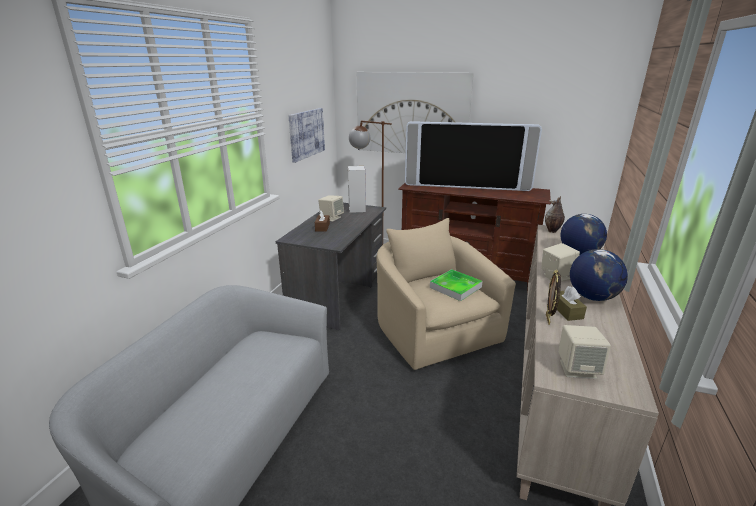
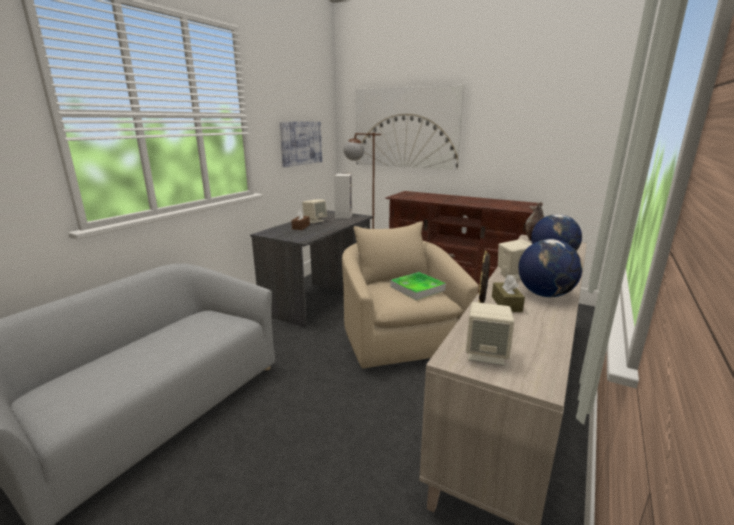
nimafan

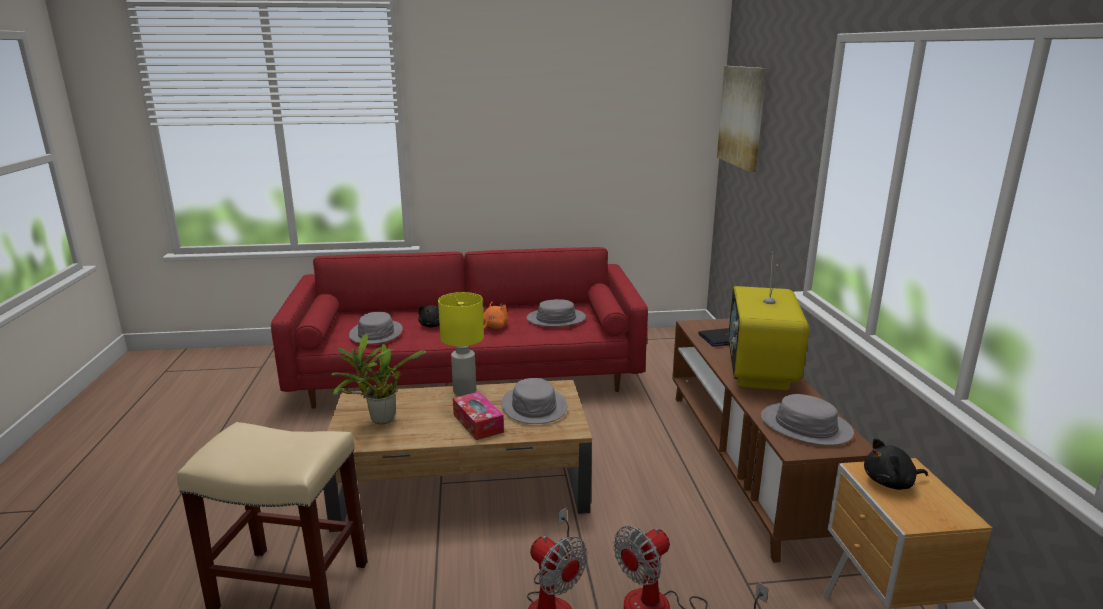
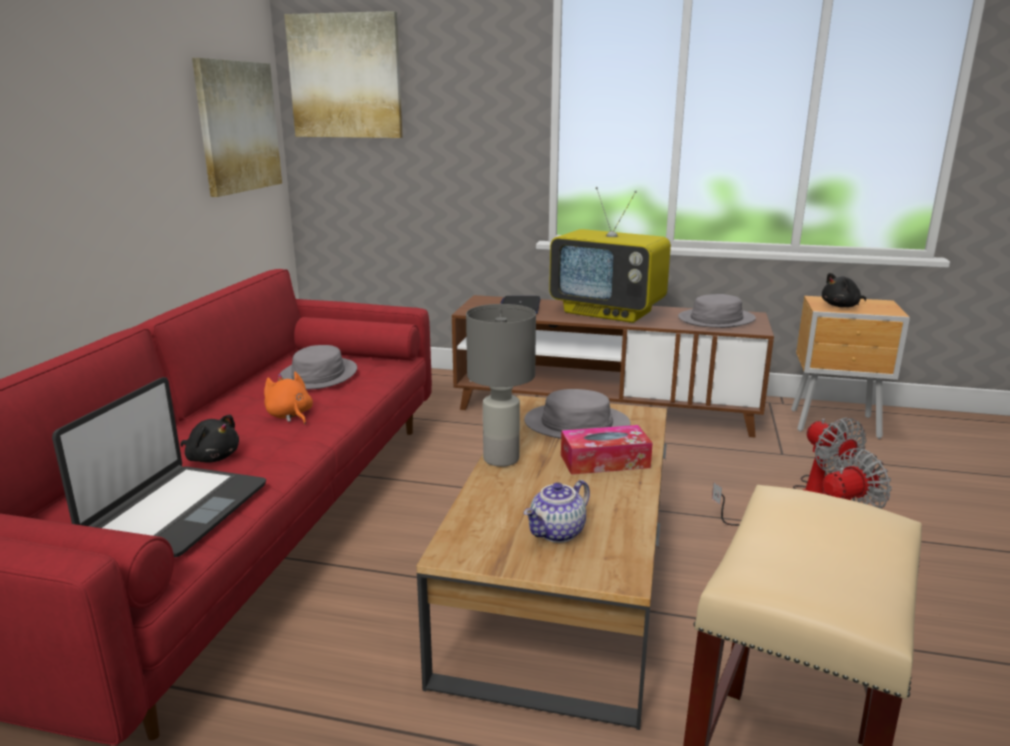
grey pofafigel; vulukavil (no. 1 from left); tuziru; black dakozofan (no. 2 from left); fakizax (no. 1 from left)

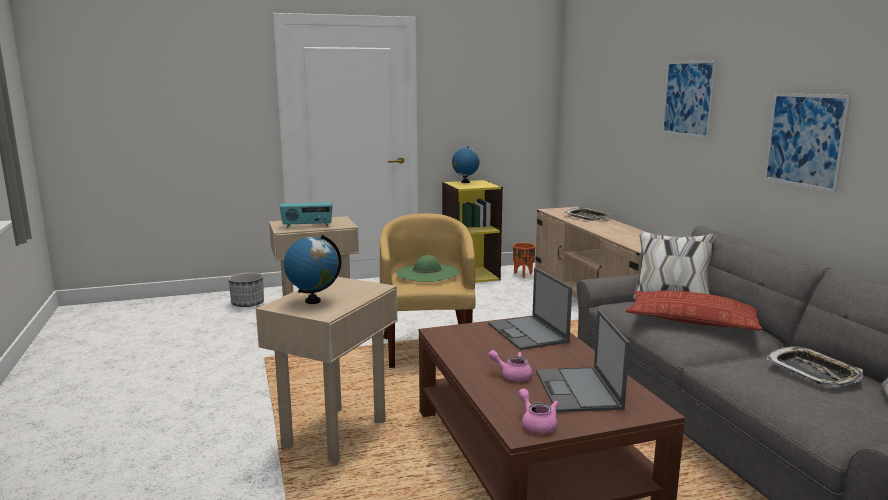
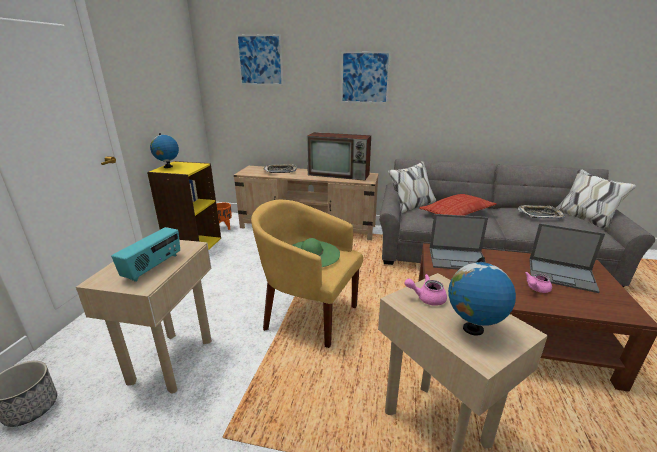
fakizax (no. 1 from left); pink tuziru (no. 1 from left); nimafan

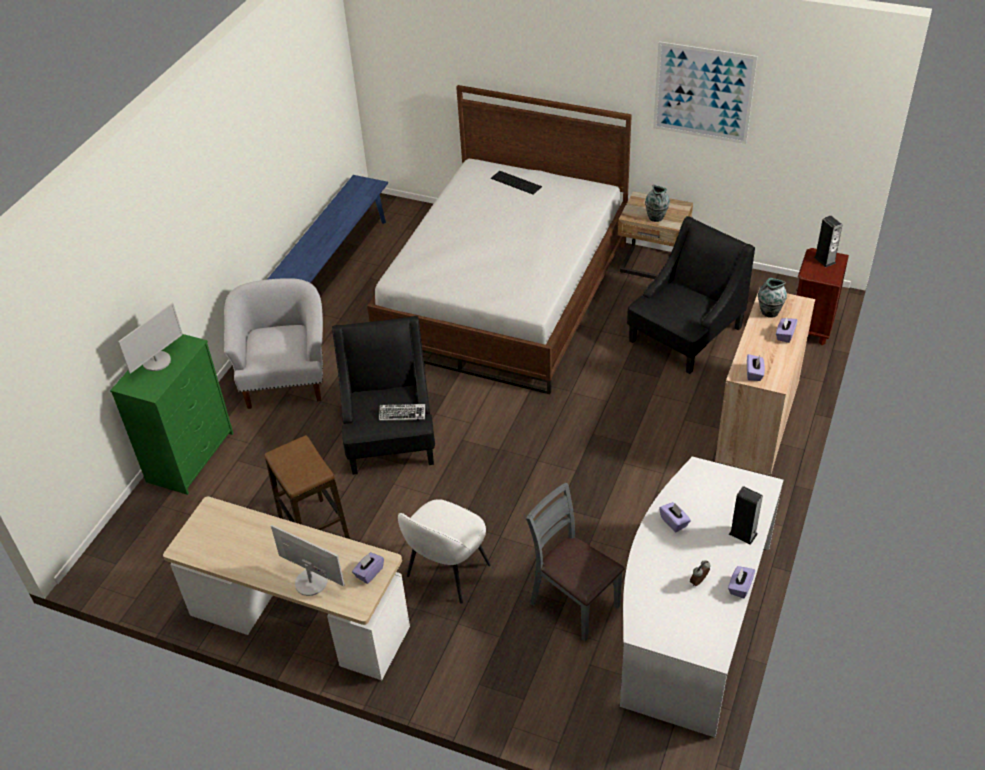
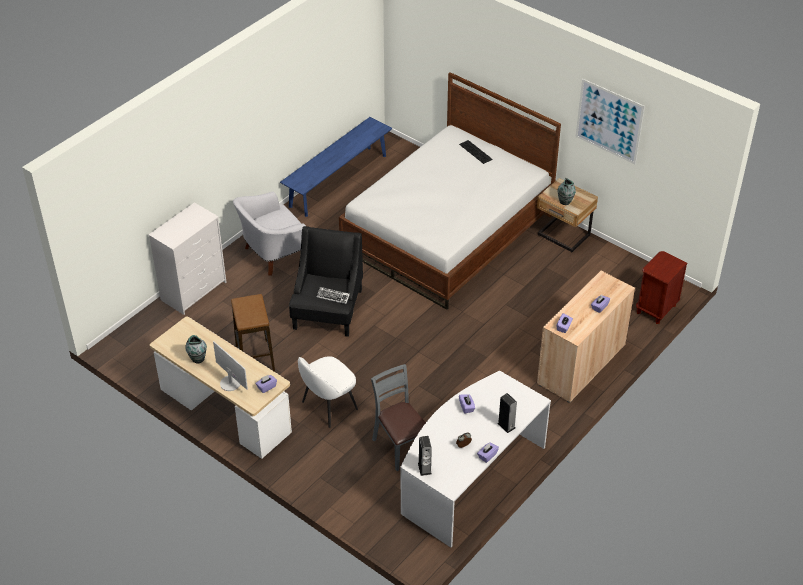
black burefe (no. 2 from left in the first image); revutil (no. 1 from left); white burefe; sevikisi (no. 1 from left); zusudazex (no. 1 from left in the first image); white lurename

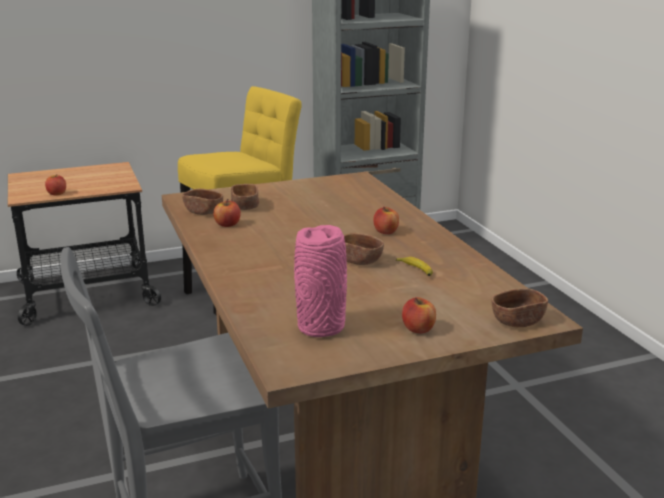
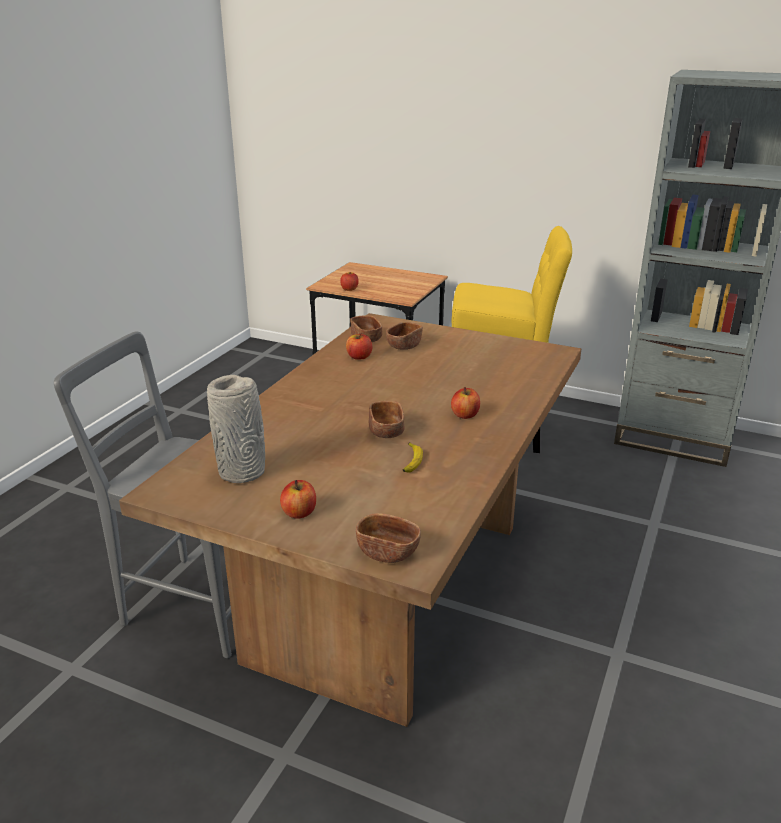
grey sevikisi

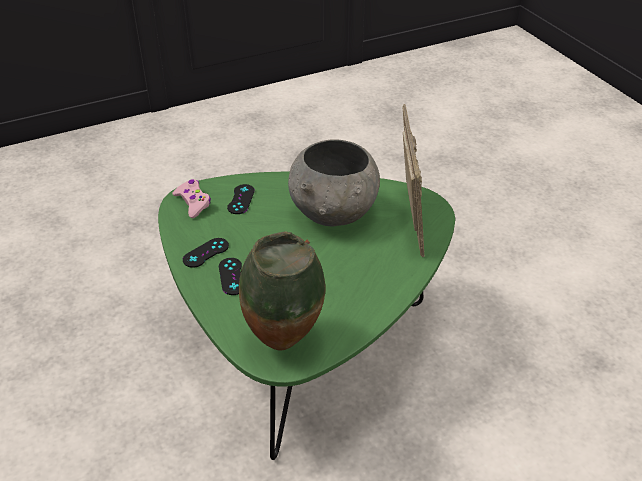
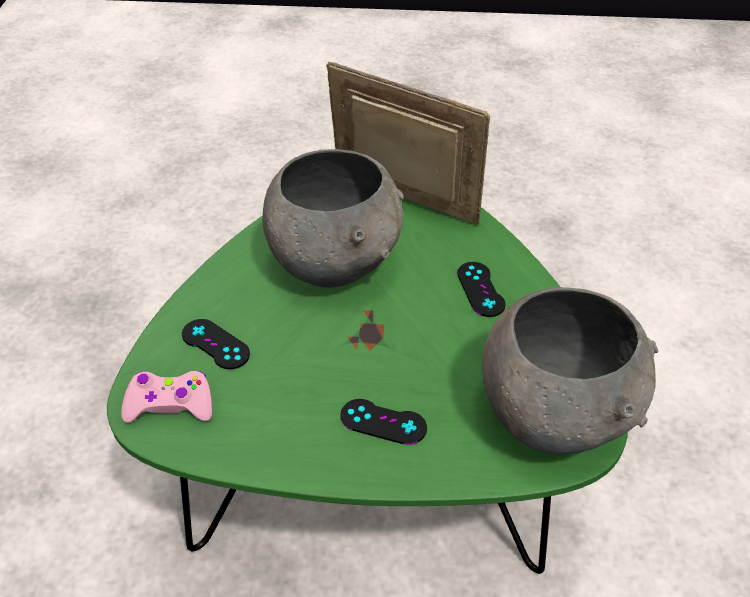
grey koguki (no. 2 from left); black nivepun (no. 3 from left)

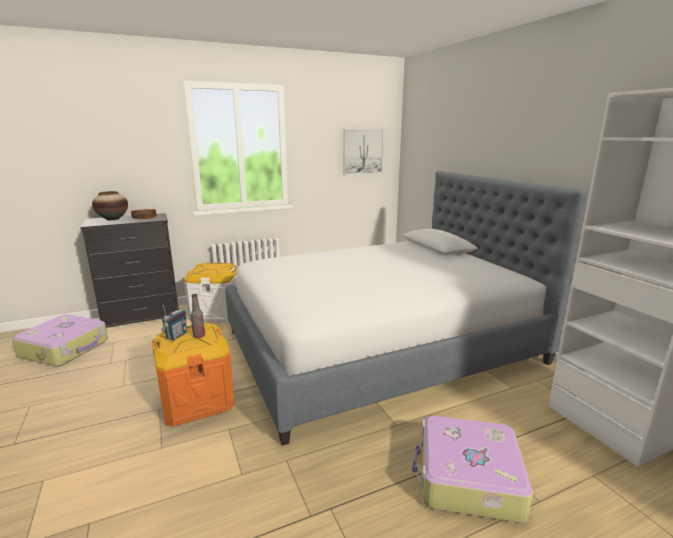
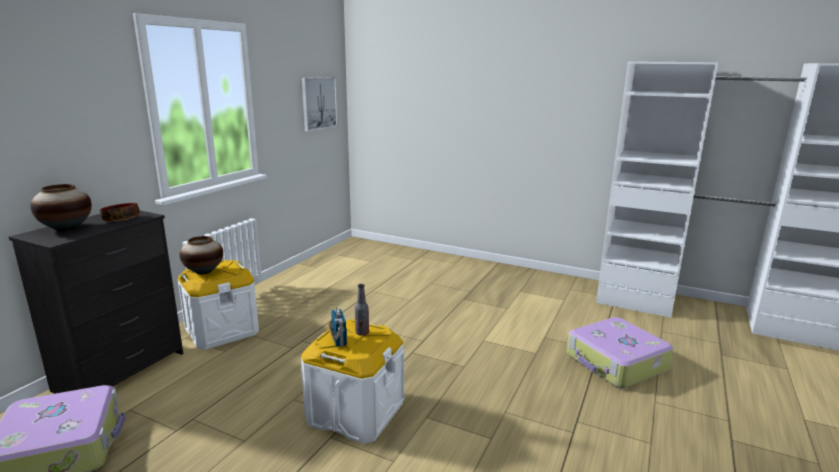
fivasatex; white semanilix (no. 2 from left); sevikisi (no. 2 from left)

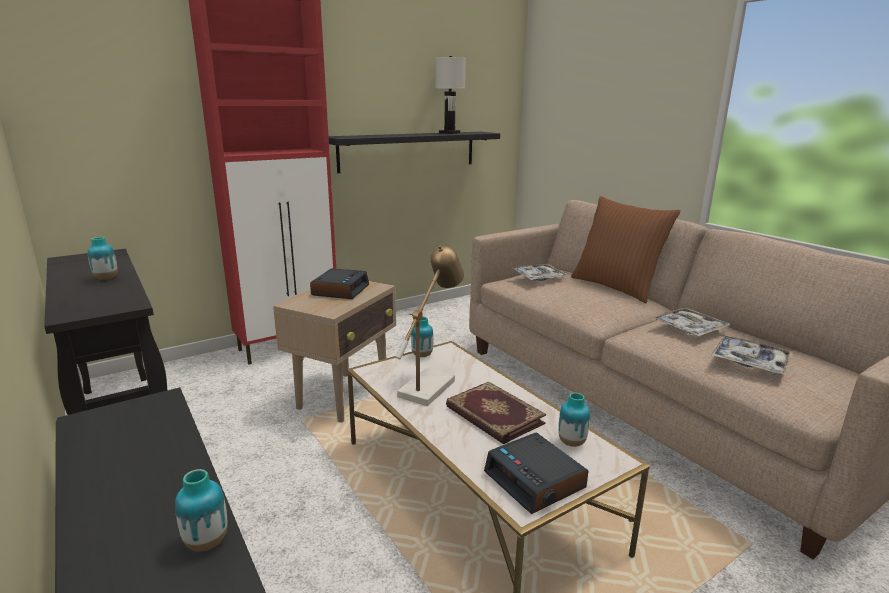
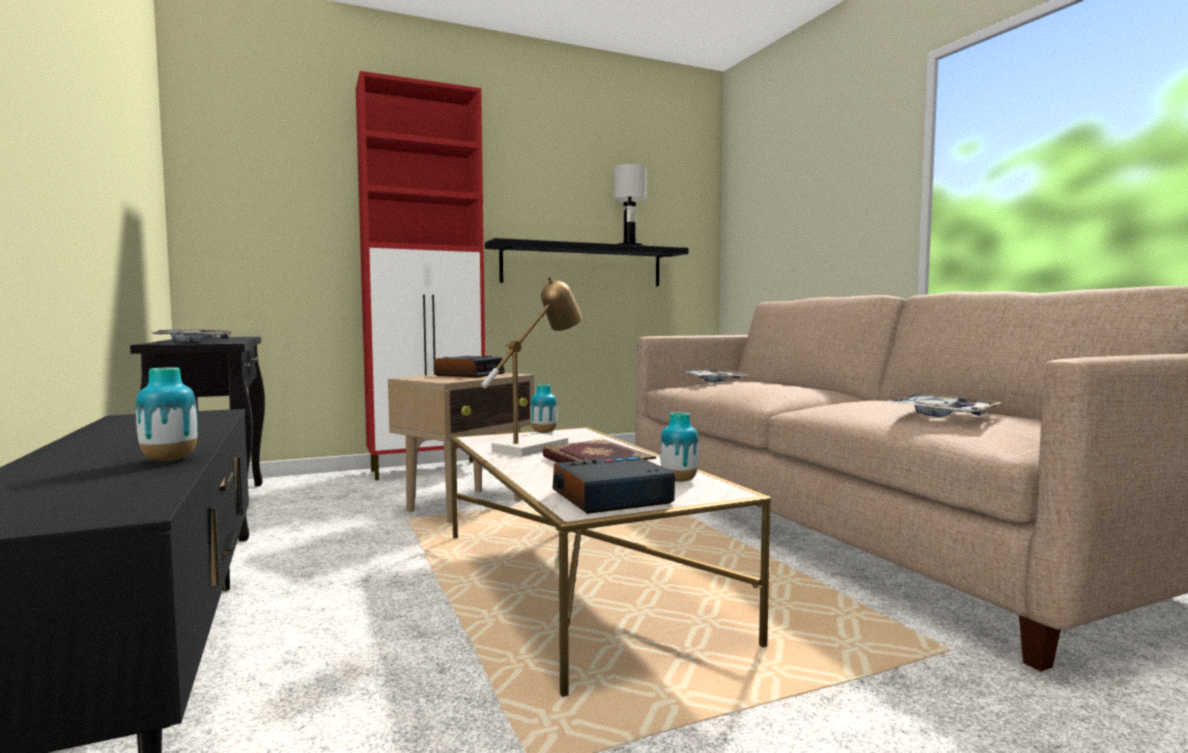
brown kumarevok; sevikisi (no. 1 from left in the first image); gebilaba (no. 1 from left); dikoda (no. 2 from left)

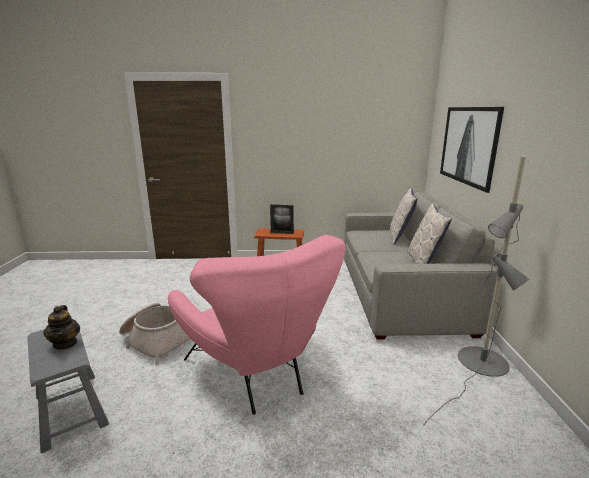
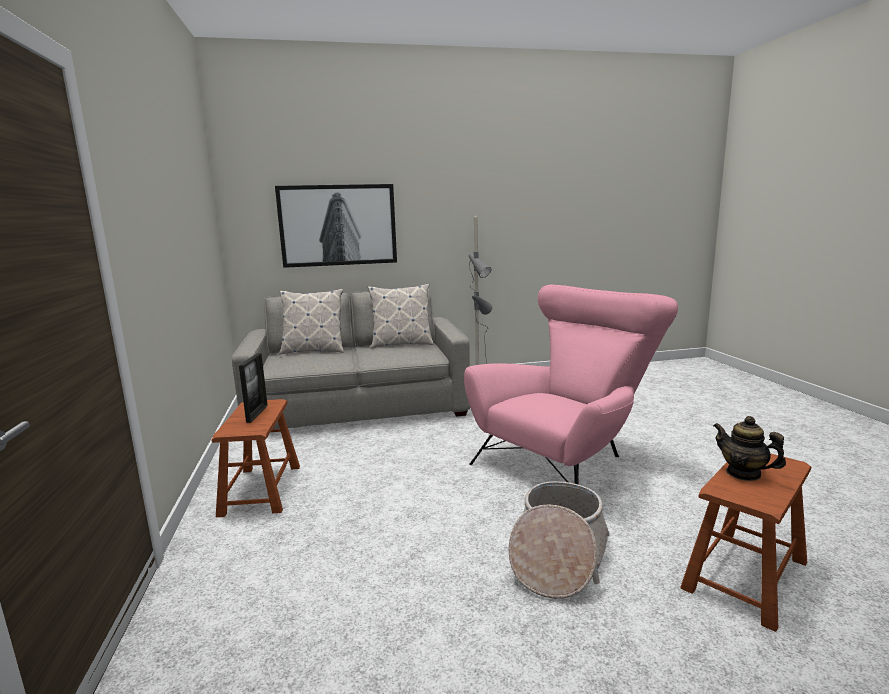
tuziru; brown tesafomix (no. 2 from left)

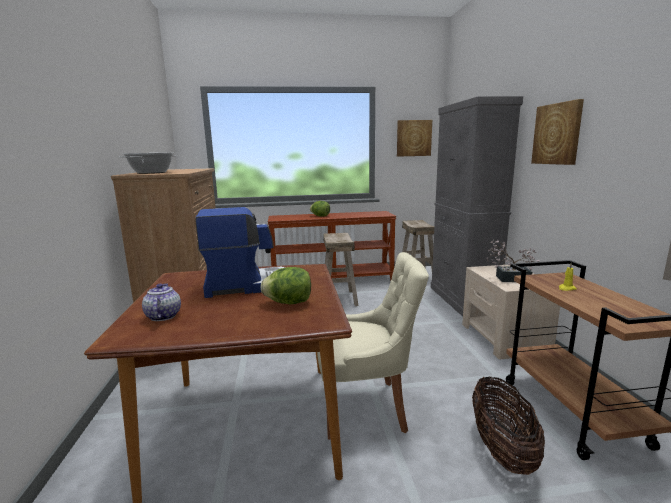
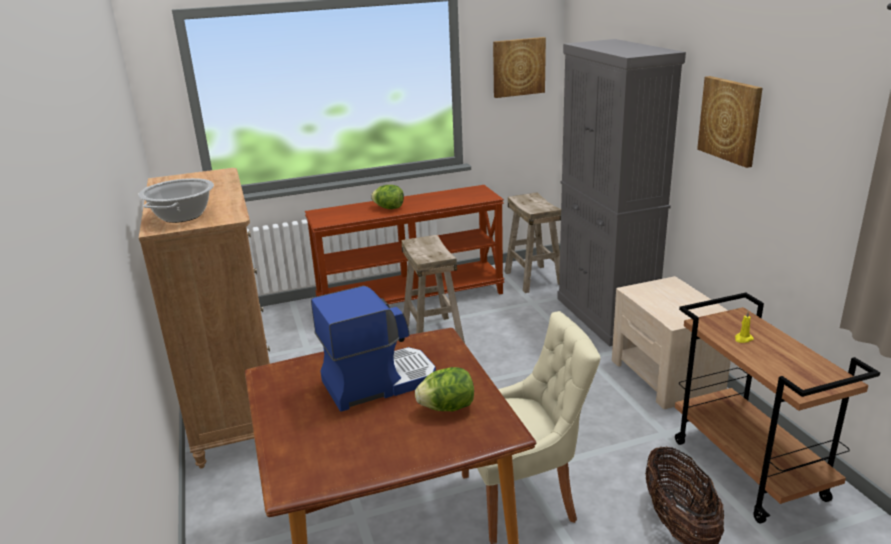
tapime; tuziru

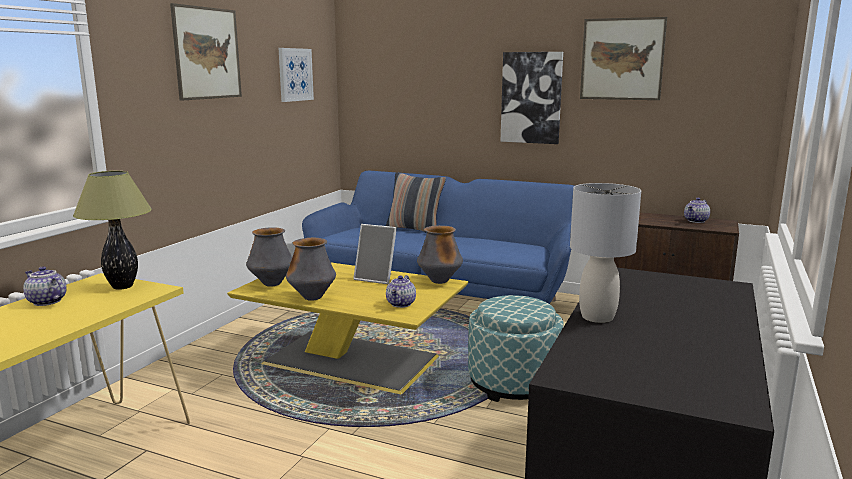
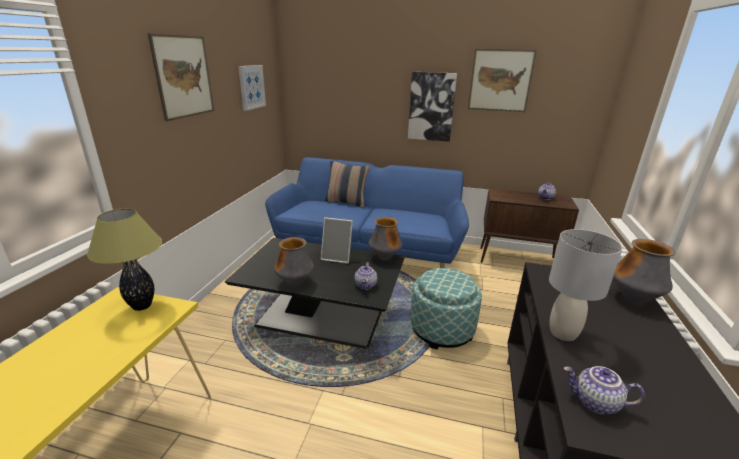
sevikisi (no. 3 from left); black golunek; tuziru (no. 3 from left)

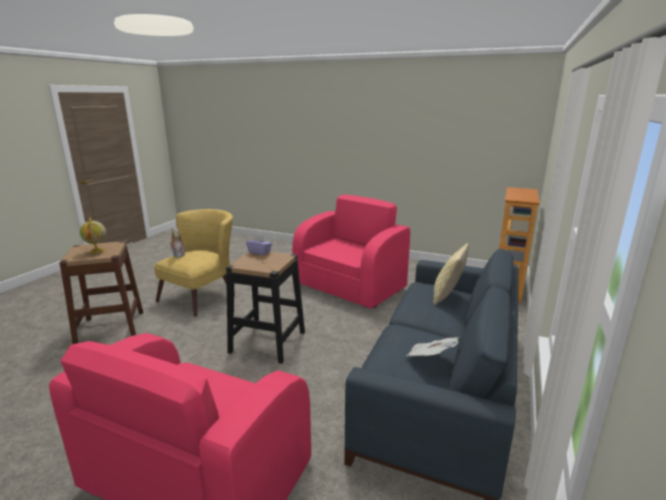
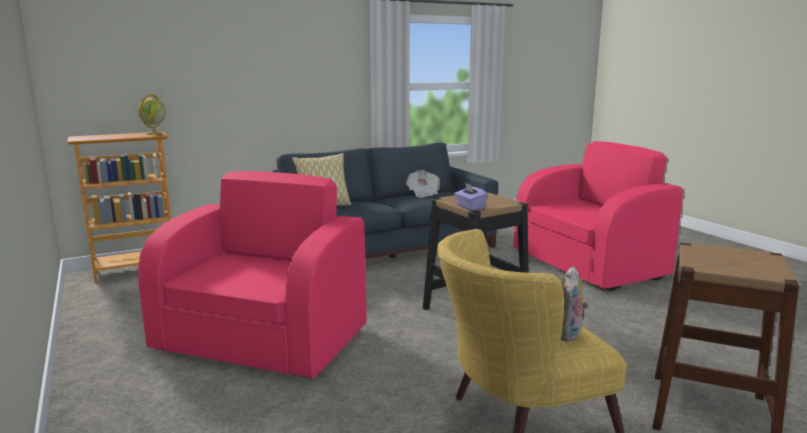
pink burefe (no. 1 from left); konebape

